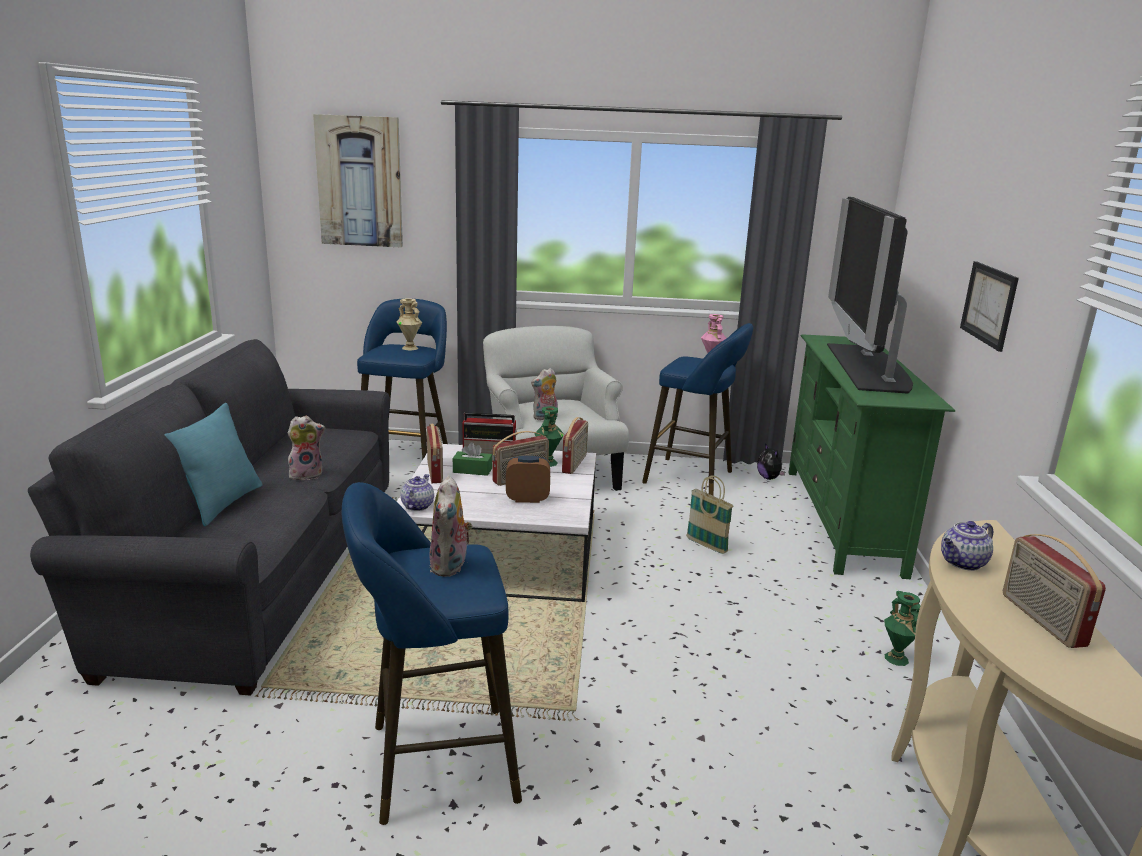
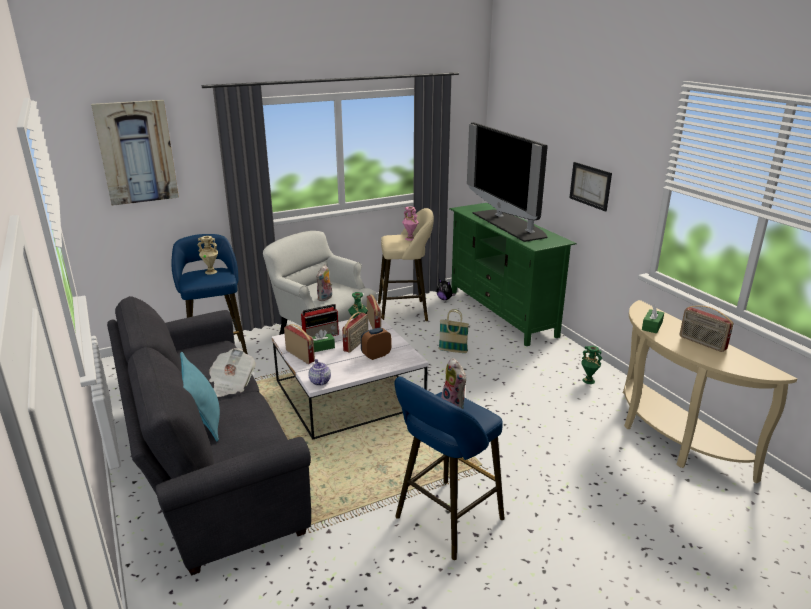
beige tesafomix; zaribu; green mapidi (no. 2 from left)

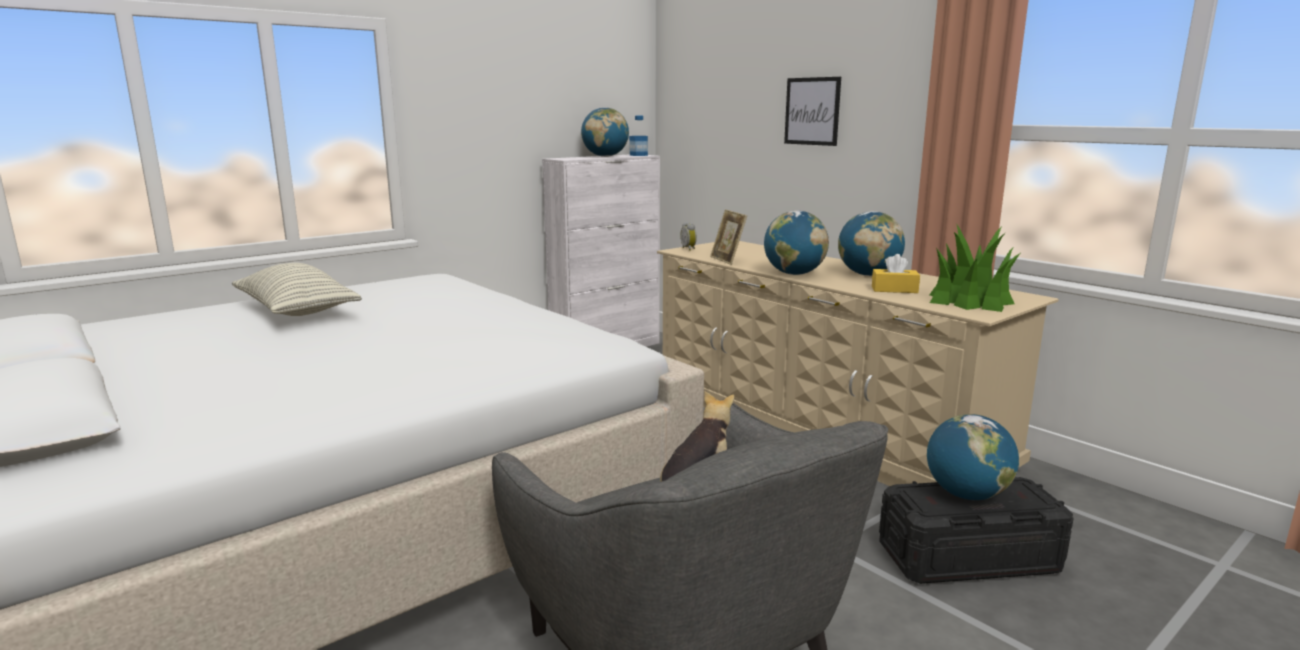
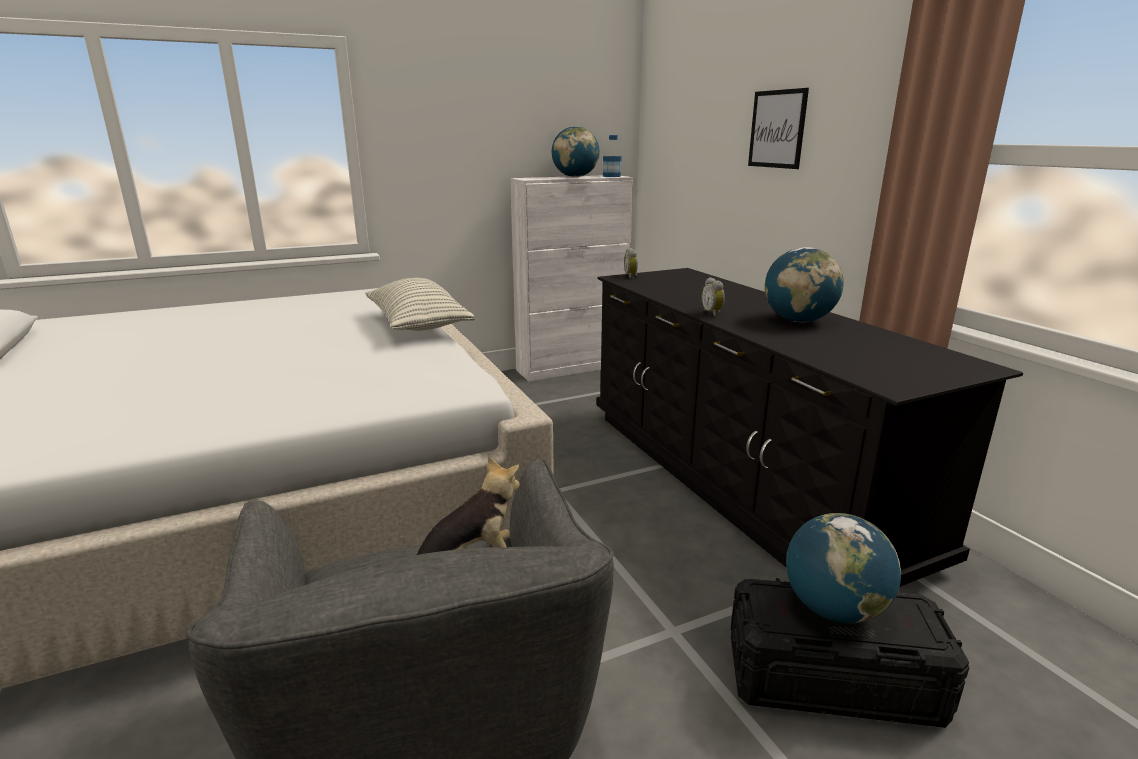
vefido; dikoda (no. 2 from left); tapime; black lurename; yellow mapidi; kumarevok

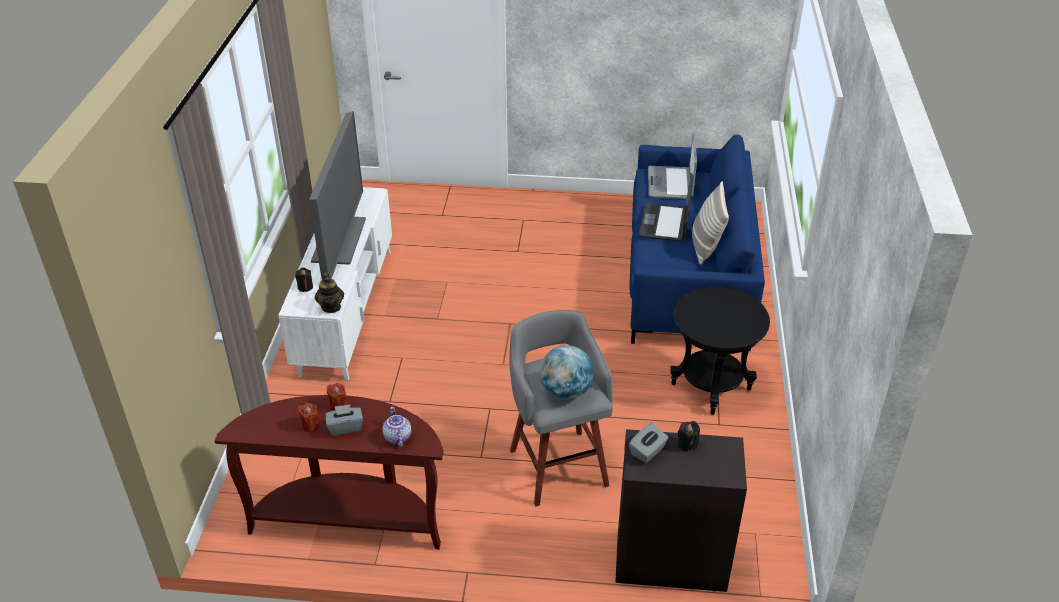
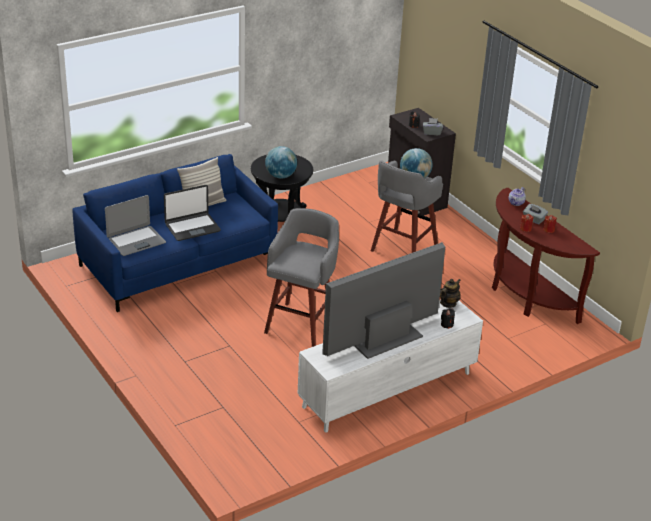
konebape (no. 1 from left); grey tesafomix (no. 1 from left)

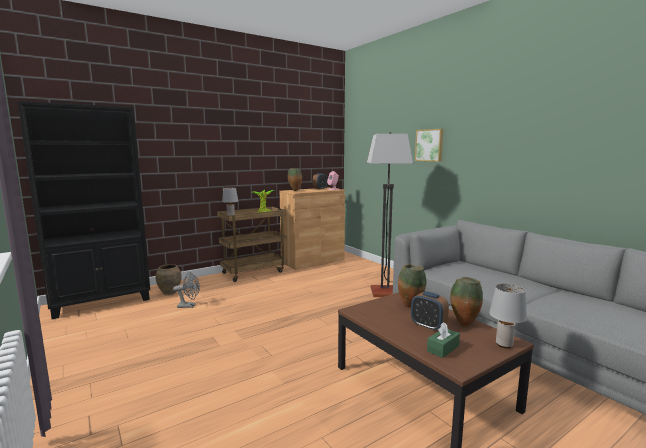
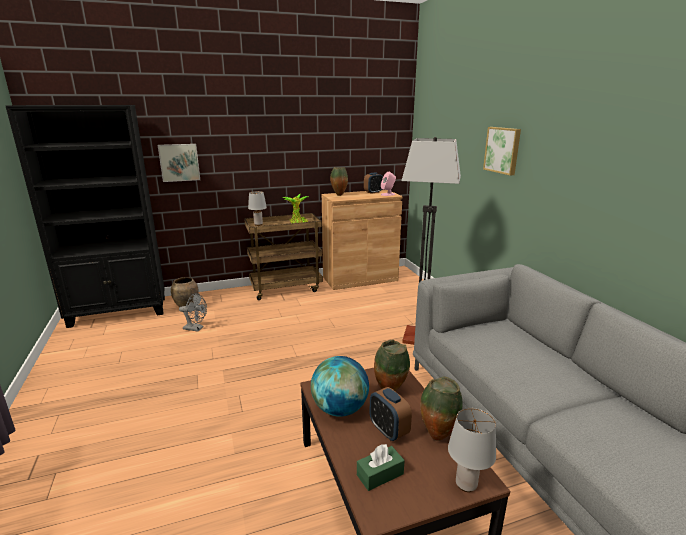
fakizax (no. 1 from left); konebape

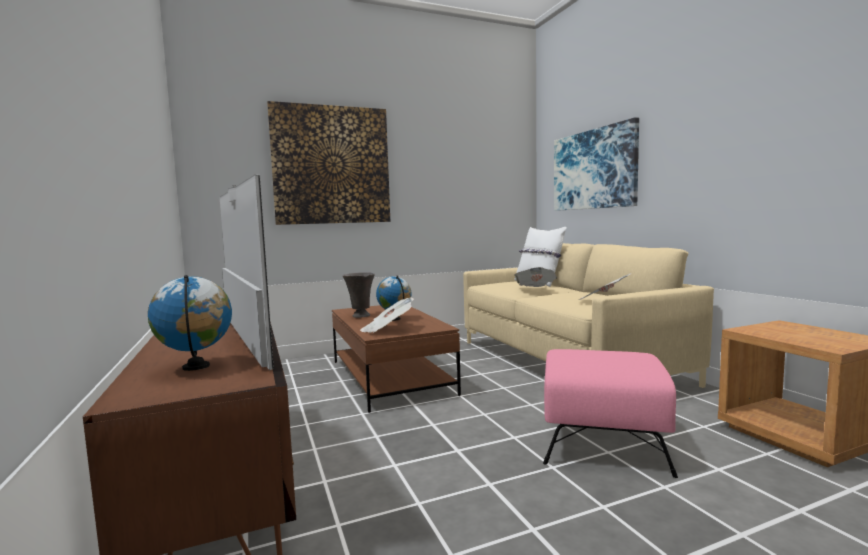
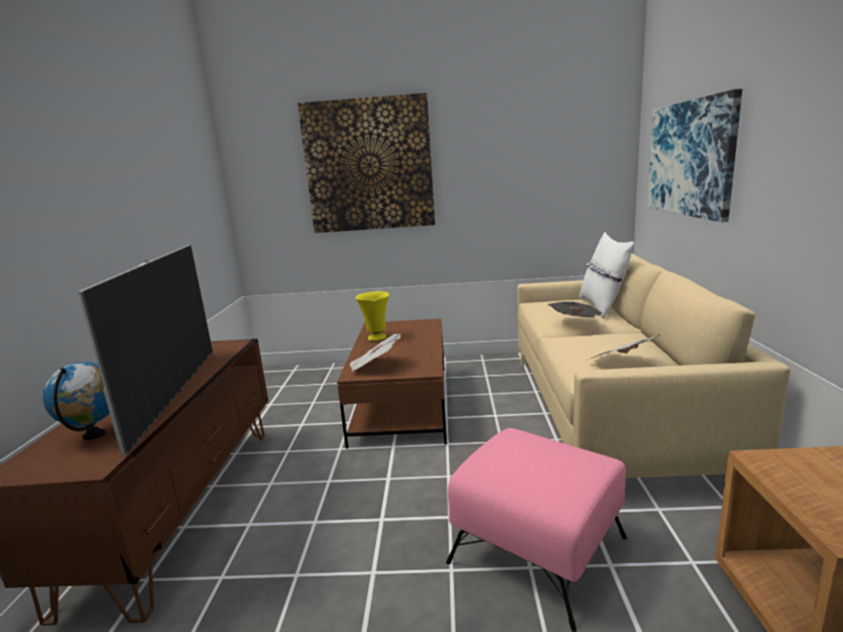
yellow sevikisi; konebape (no. 2 from left in the first image)

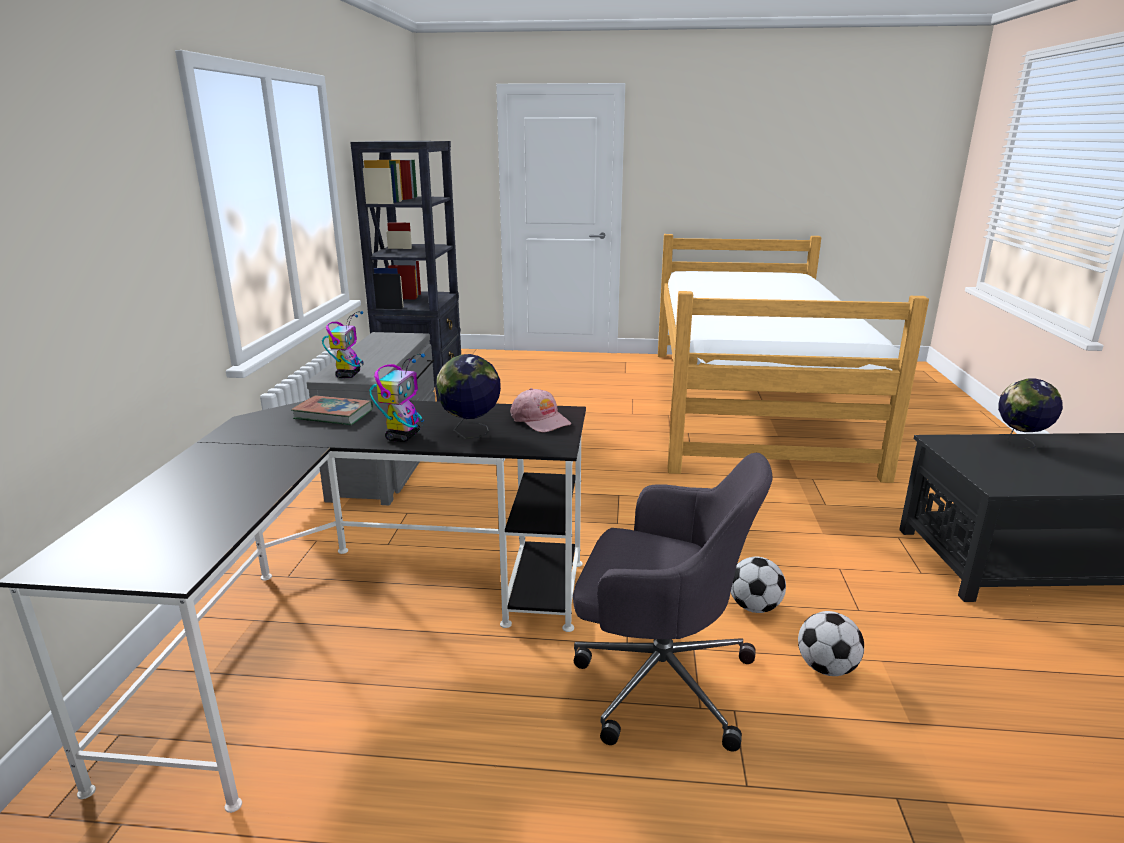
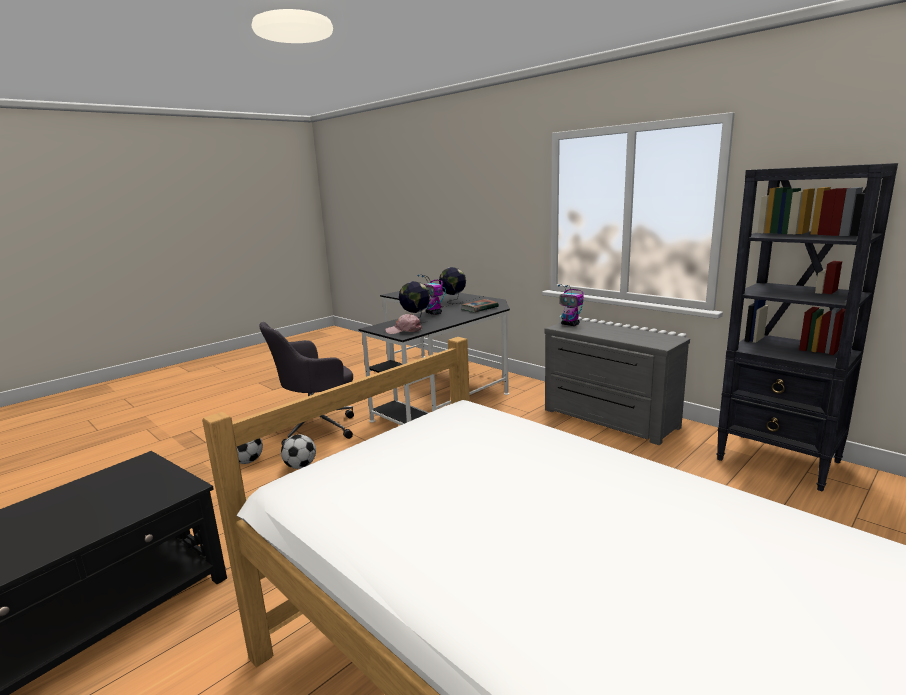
konebape (no. 2 from left)

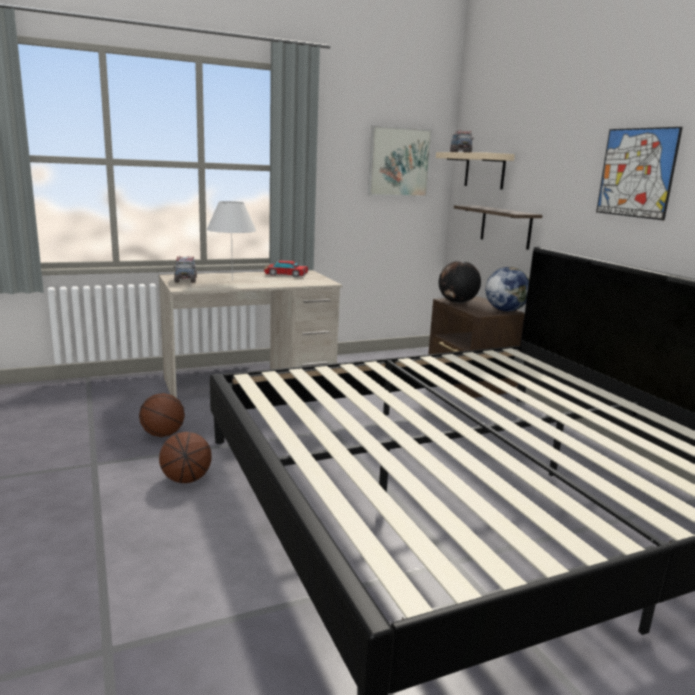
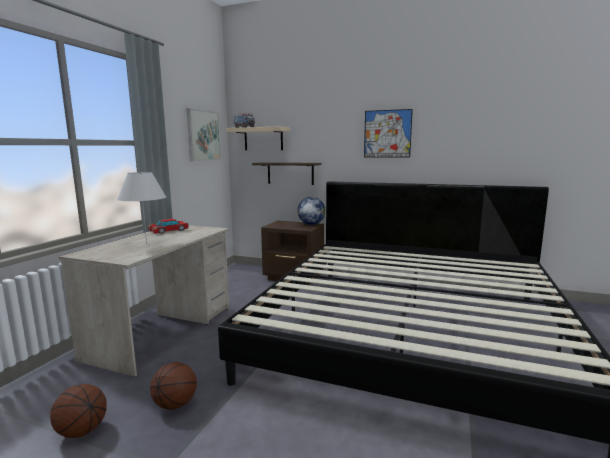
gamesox (no. 1 from left in the first image); konebape (no. 1 from left in the first image); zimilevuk (no. 1 from left)

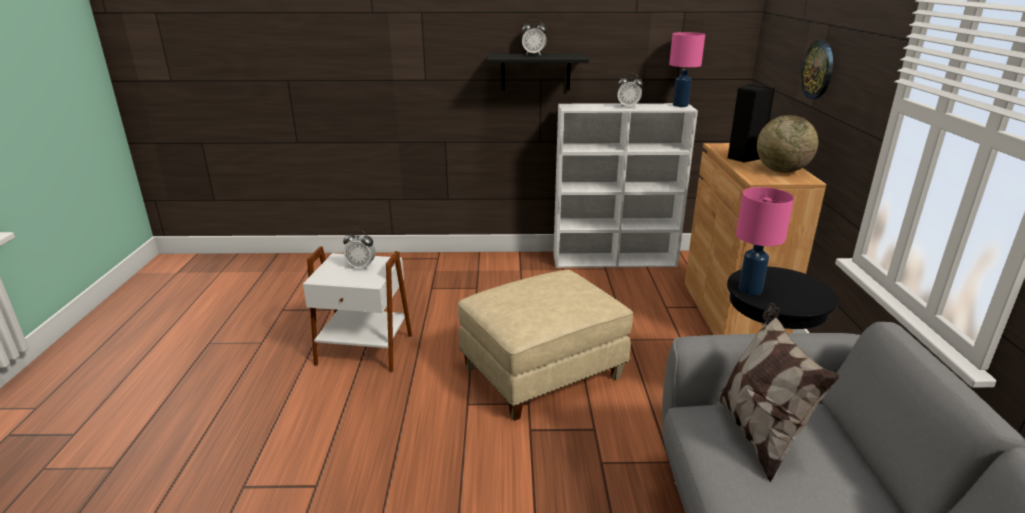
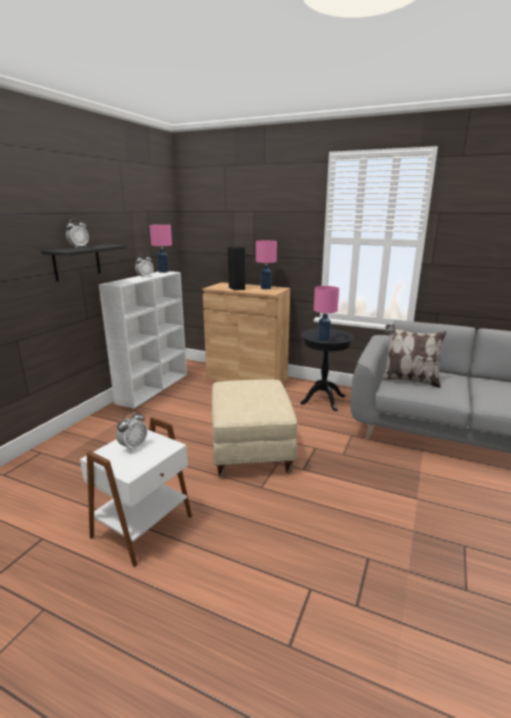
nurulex; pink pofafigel (no. 2 from left)

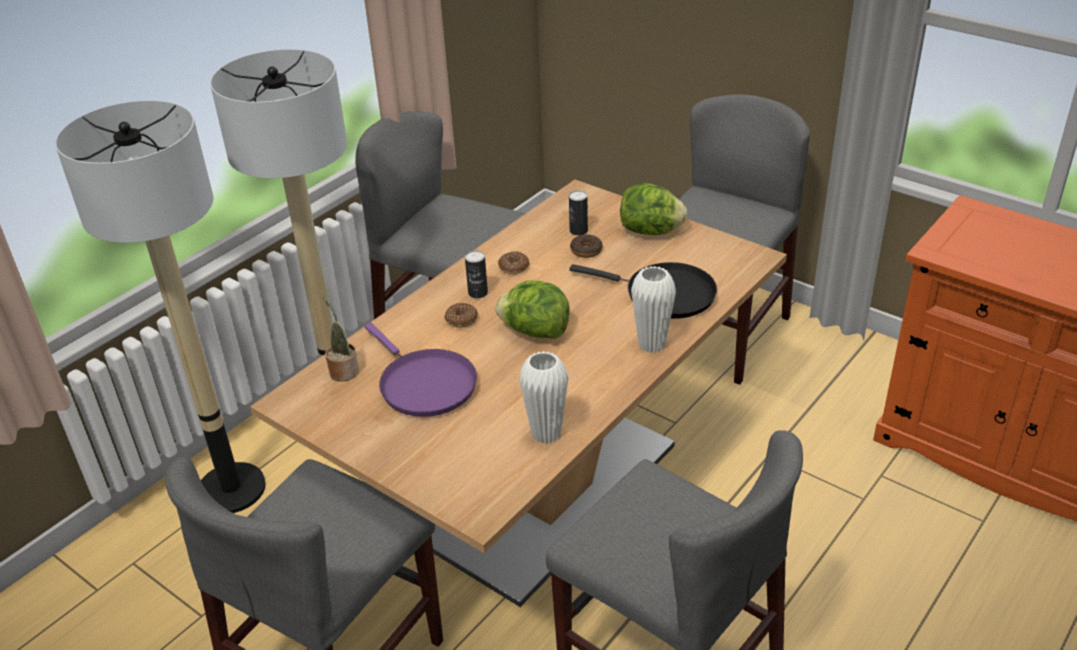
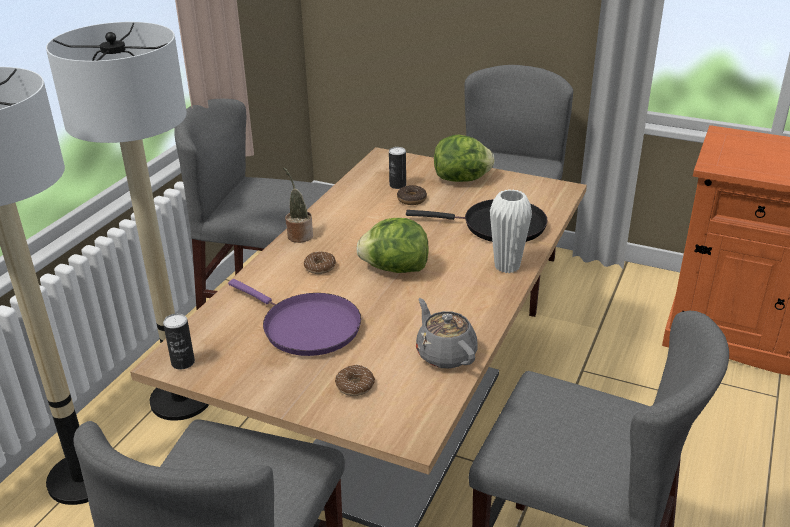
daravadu (no. 1 from left); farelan (no. 2 from left); tapime; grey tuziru

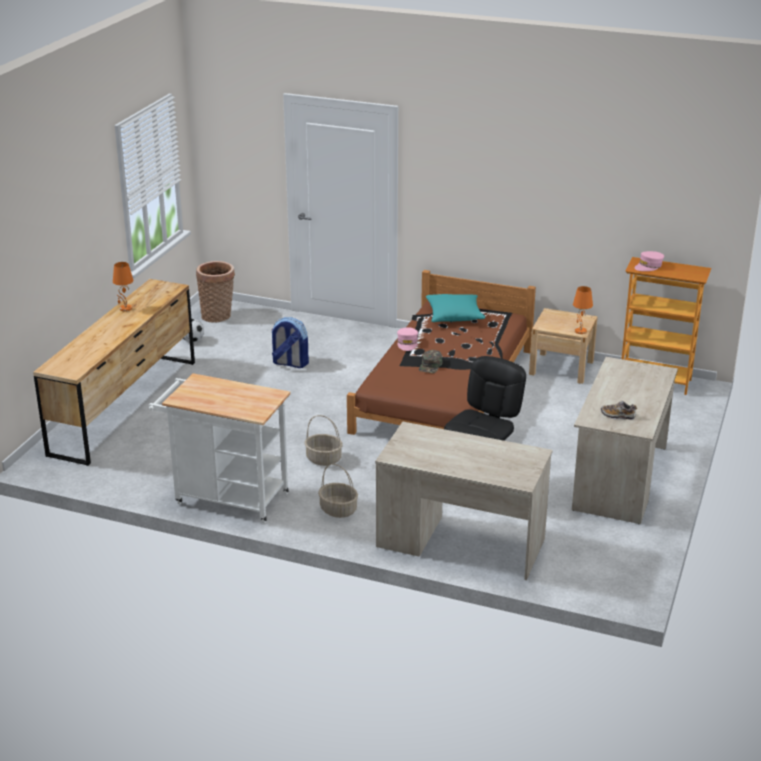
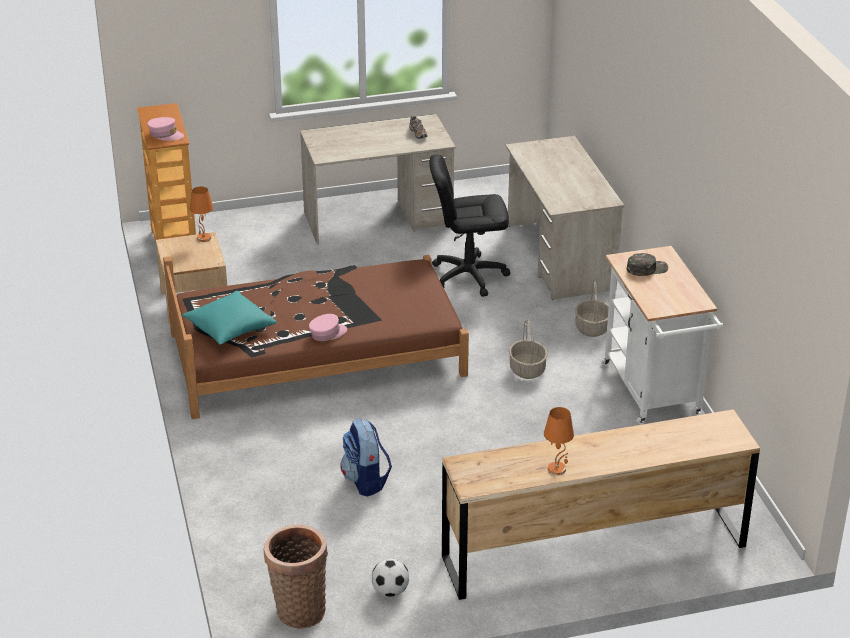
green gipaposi

